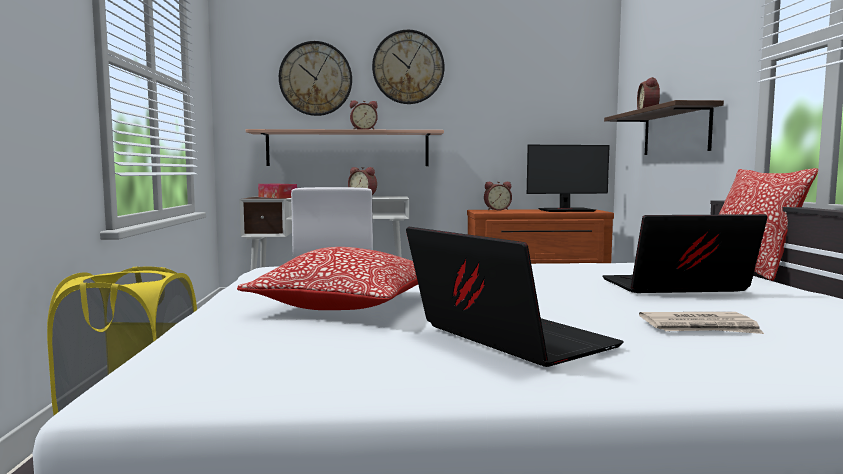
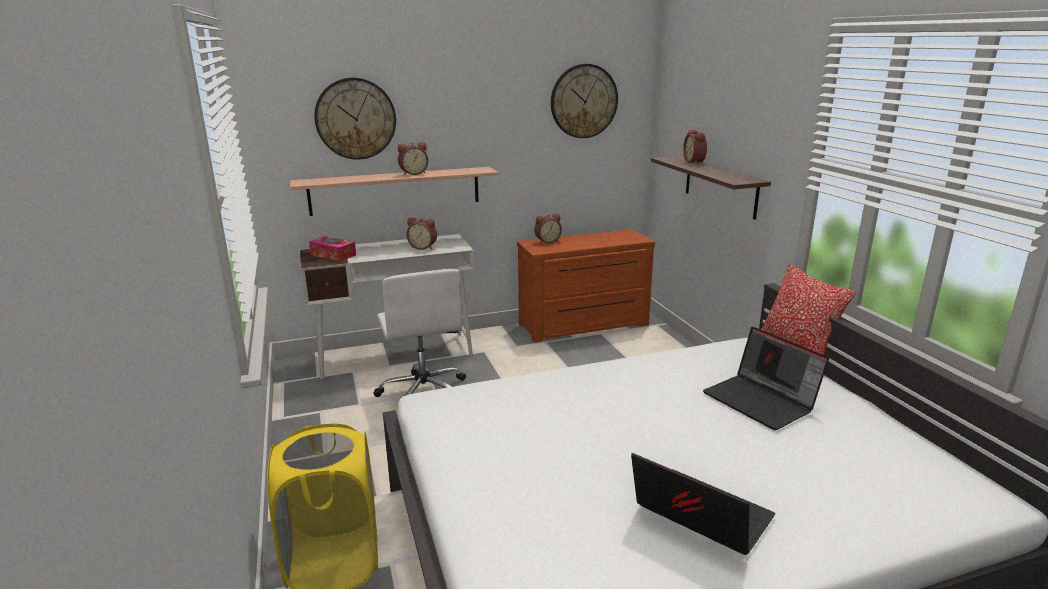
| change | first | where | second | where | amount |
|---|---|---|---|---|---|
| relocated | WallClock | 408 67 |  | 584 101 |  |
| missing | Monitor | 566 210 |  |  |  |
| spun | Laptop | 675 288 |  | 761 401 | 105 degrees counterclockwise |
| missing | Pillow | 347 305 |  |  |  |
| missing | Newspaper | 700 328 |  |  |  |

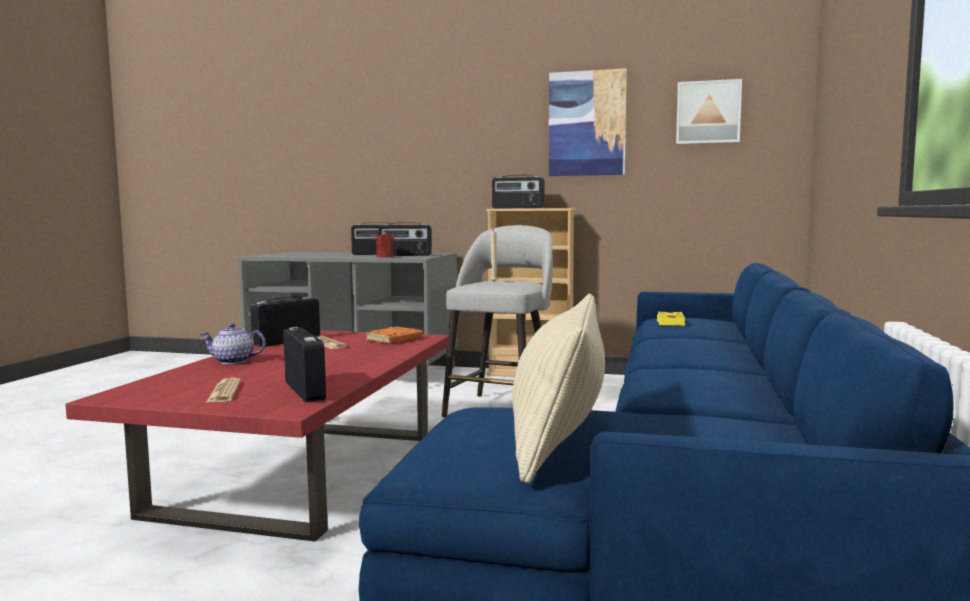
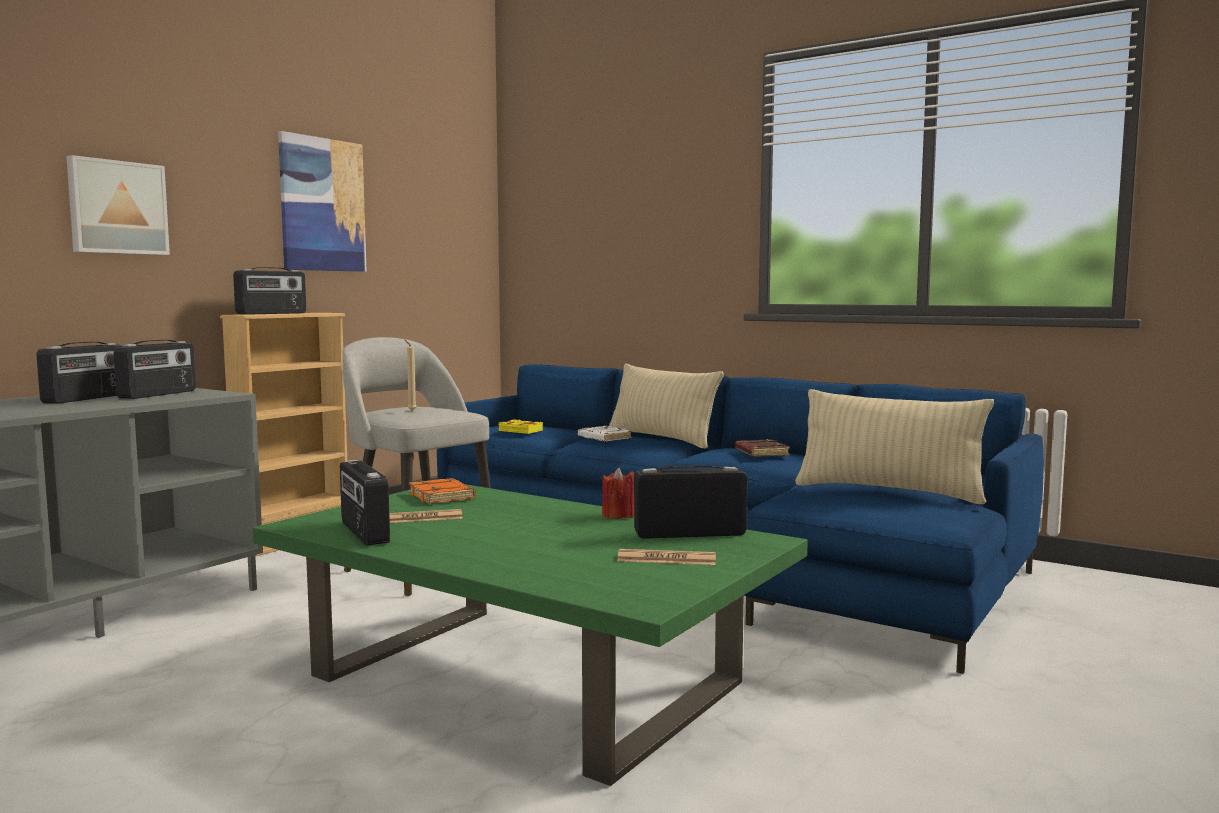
| change | first | where | second | where | amount |
|---|---|---|---|---|---|
| relocated | Picture | 708 112 |  | 117 207 |  |
| relocated | RedCandle | 385 257 |  | 618 515 |  |
| missing | Teapot | 233 361 |  |  |  |
| colour | RedCoffeeTable | 303 472 | GreenCoffeeTable | 529 678 |  |
| appeared |  |  | BeigePillow | 661 439 |  |
| appeared |  |  | WhiteBook | 603 438 |  |
| appeared |  |  | BrownBook | 760 453 |  |

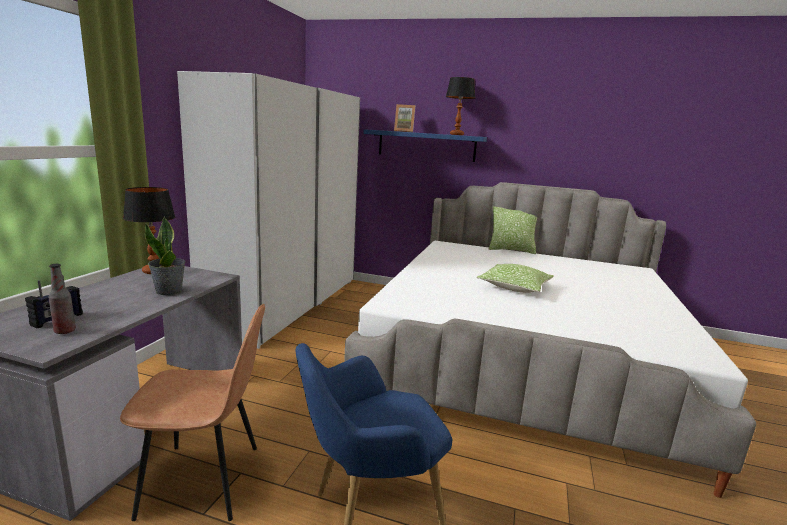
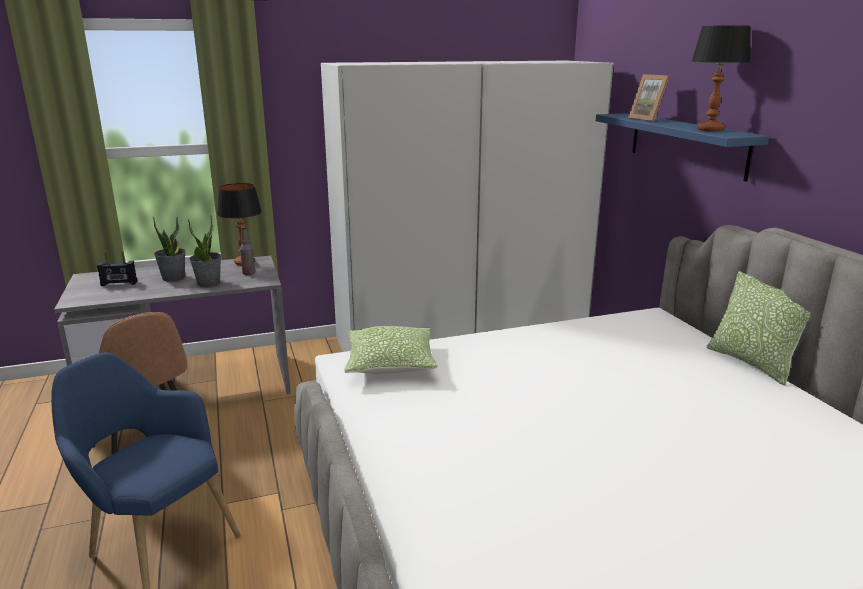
| change | first | where | second | where | amount |
|---|---|---|---|---|---|
| relocated | Bottle | 65 331 |  | 249 273 |  |
| relocated | Pillow | 514 287 |  | 390 363 |  |
| appeared |  |  | PottedPlant | 173 277 |  |

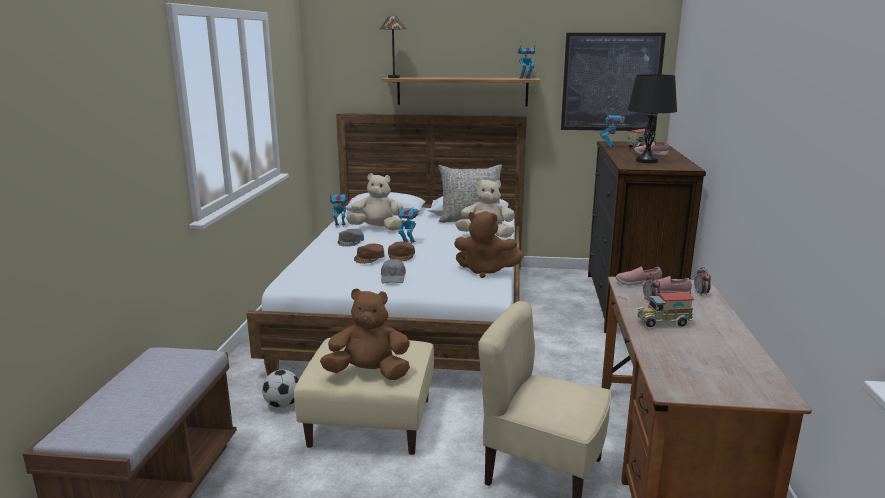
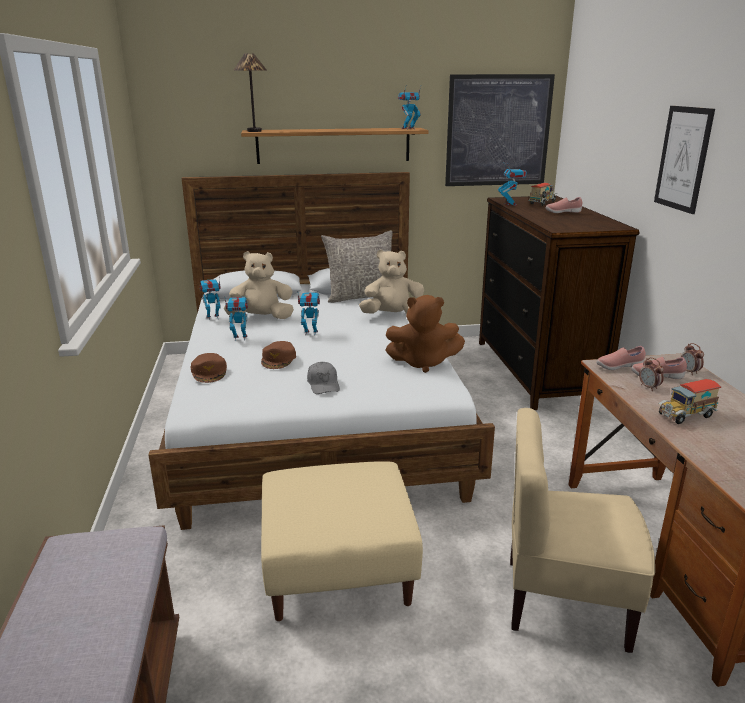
| change | first | where | second | where | amount |
|---|---|---|---|---|---|
| missing | BlackTableLamp | 646 161 |  |  |  |
| exchanged | GreyCap | 351 241 | ToyRobot | 240 338 |  |
| relocated | BrownCap | 401 255 |  | 209 372 |  |
| missing | BrownPlushToy | 369 373 |  |  |  |
| missing | Football | 283 404 |  |  |  |
| appeared |  |  | Picture | 683 158 |  |

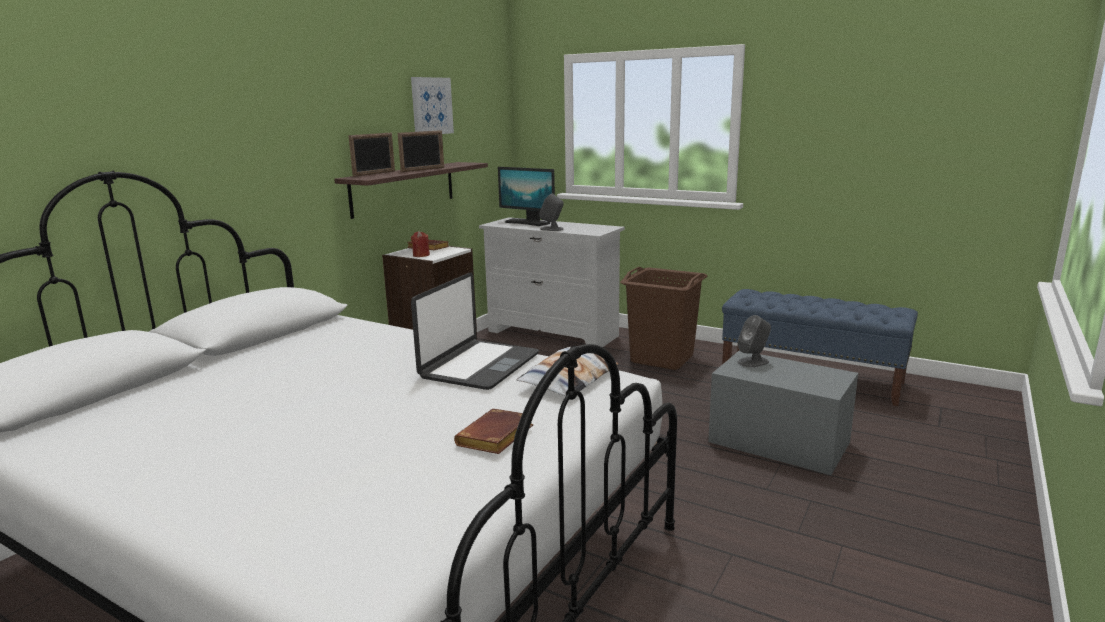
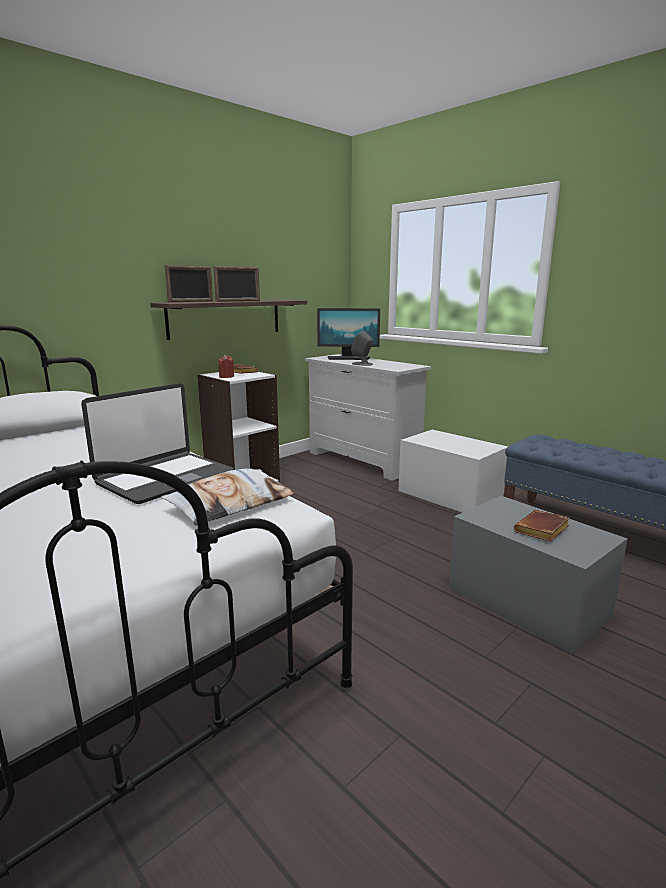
| change | first | where | second | where | amount |
|---|---|---|---|---|---|
| missing | Picture | 431 106 |  |  |  |
| spun | Monitor | 528 222 |  | 348 358 | 45 degrees counterclockwise |
| exchanged | BrownLaundryBasket | 662 359 | WhiteStorageBox | 450 495 |  |
| missing | GreySpeaker | 753 362 |  |  |  |
| relocated | BrownBook | 496 439 |  | 542 531 |  |

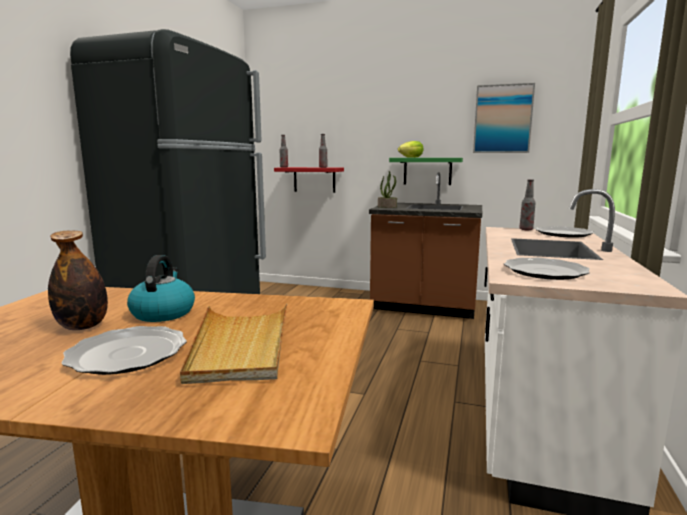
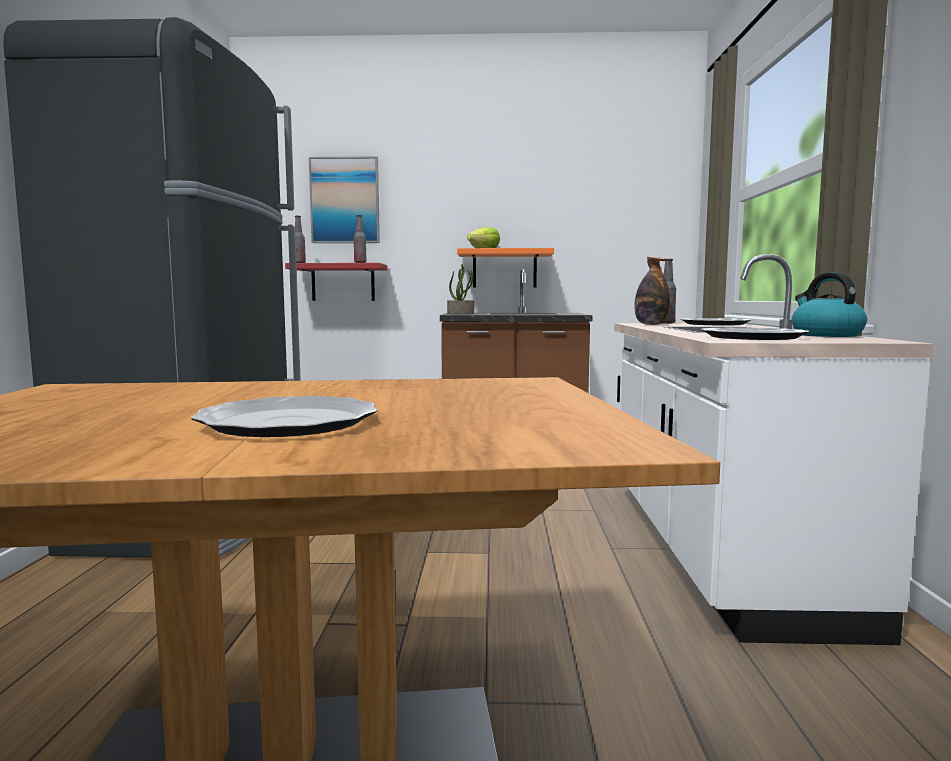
| change | first | where | second | where | amount |
|---|---|---|---|---|---|
| relocated | Picture | 502 119 |  | 345 200 |  |
| colour | GreenShelf | 427 171 | OrangeShelf | 504 269 |  |
| relocated | Bottle | 83 326 |  | 651 324 |  |
| relocated | Kettle | 163 313 |  | 825 335 |  |
| missing | BeigeTray | 240 345 |  |  |  |

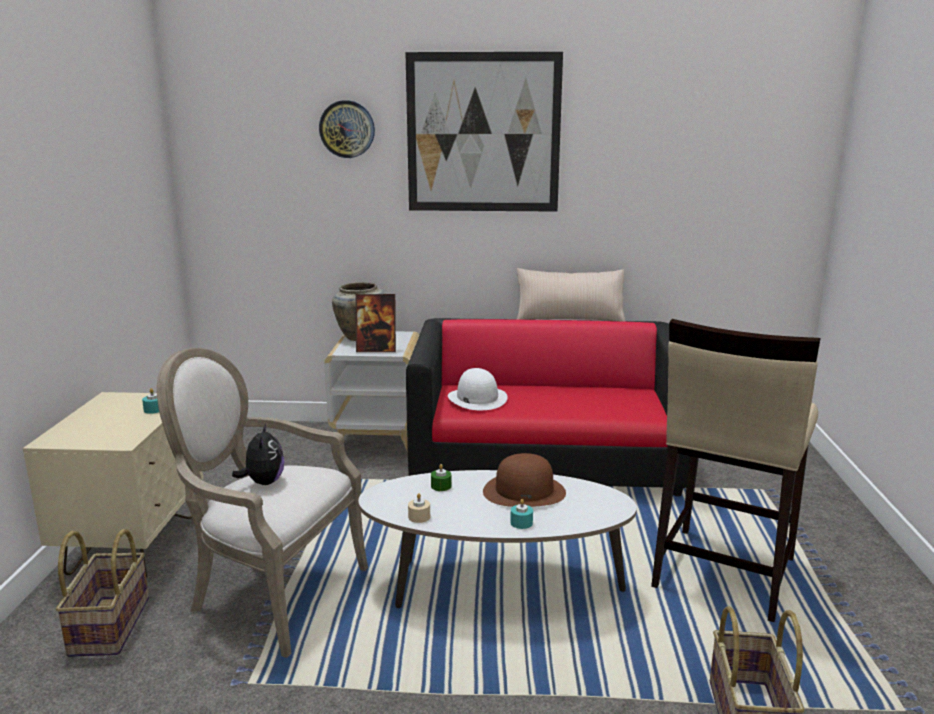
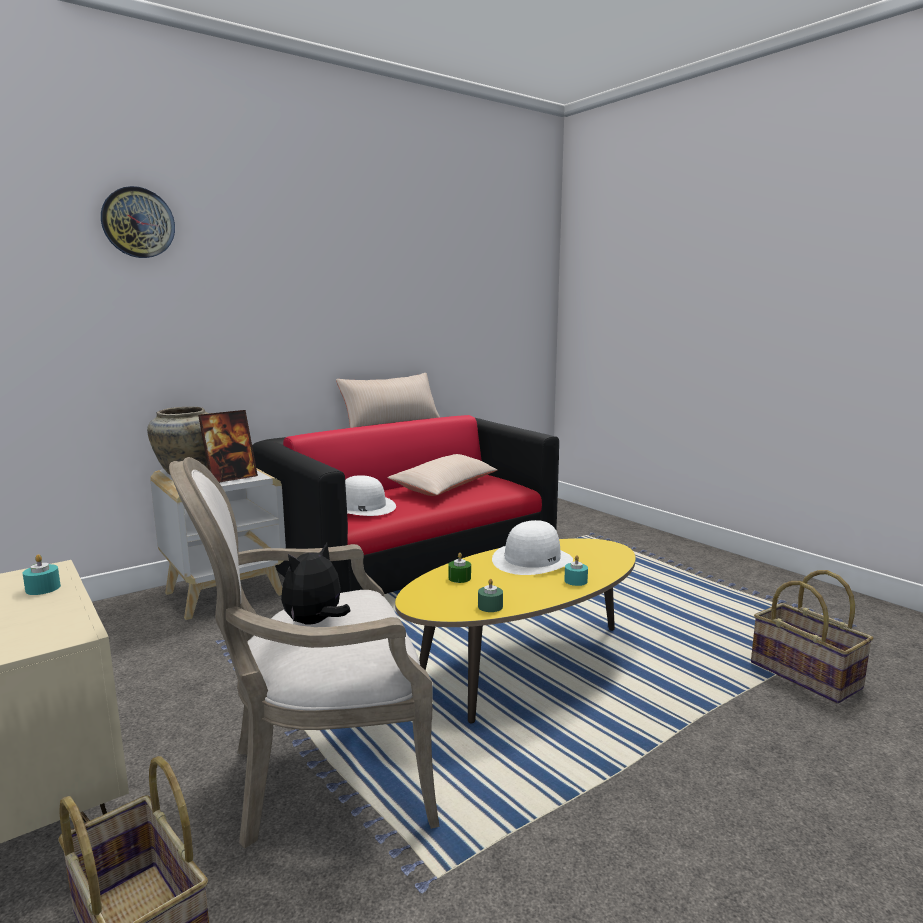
| change | first | where | second | where | amount |
|---|---|---|---|---|---|
| missing | Picture | 483 133 |  |  |  |
| missing | BeigeStool | 722 573 |  |  |  |
| spun | PlushToy | 263 482 |  | 315 623 | 90 degrees counterclockwise |
| colour | BrownHat | 524 491 | WhiteHat | 532 560 |  |
| colour | WhiteCoffeeTable | 495 586 | YellowCoffeeTable | 522 667 |  |
| colour | BeigeCandle | 419 517 | GreenCandle | 490 606 |  |
| appeared |  |  | BeigePillow | 445 487 |  |

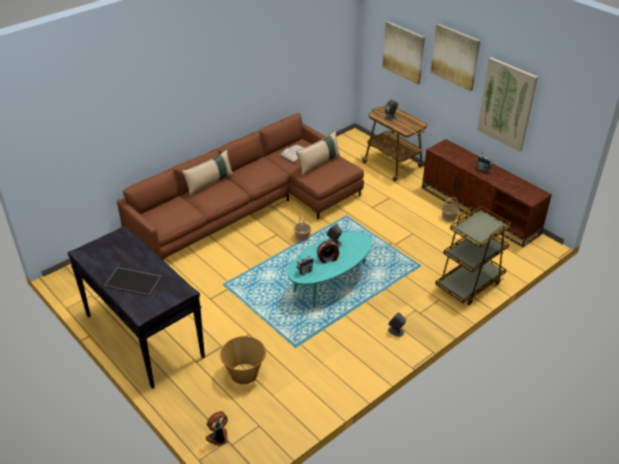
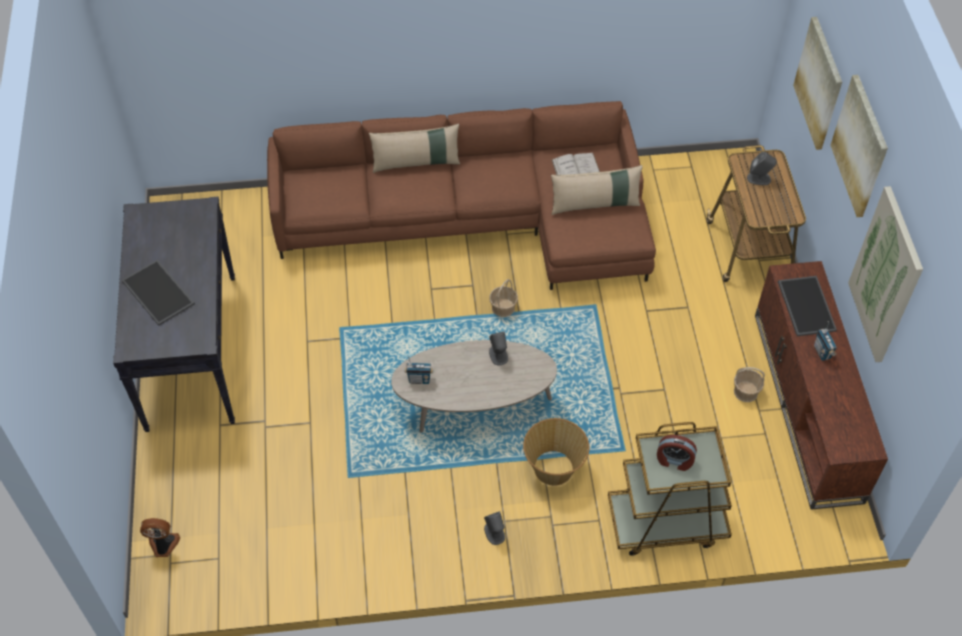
| change | first | where | second | where | amount |
|---|---|---|---|---|---|
| colour | TurquoiseCoffeeTable | 330 283 | BeigeCoffeeTable | 474 406 |  |
| relocated | AlarmClock | 328 259 |  | 674 461 |  |
| relocated | Basket | 244 374 |  | 554 469 |  |
| appeared |  |  | Tray | 805 305 |  |

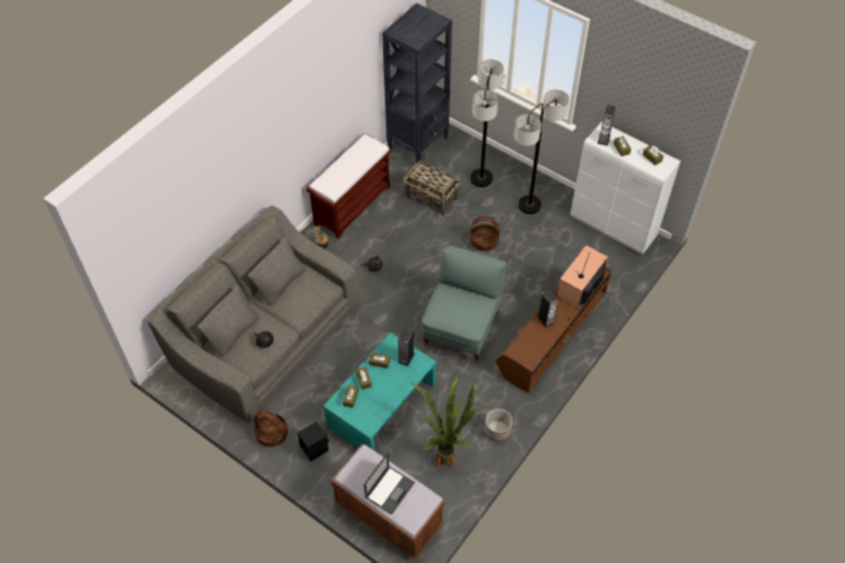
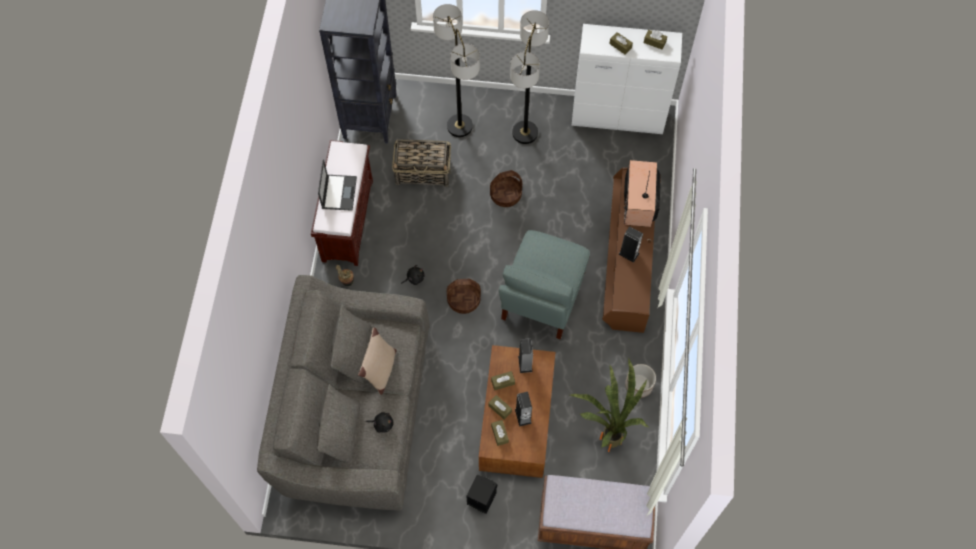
| change | first | where | second | where | amount |
|---|---|---|---|---|---|
| relocated | Speaker | 603 139 |  | 523 416 |  |
| spun | GreyArmchair | 462 328 |  | 542 298 | 150 degrees counterclockwise |
| colour | TurquoiseCoffeeTable | 381 404 | BrownCoffeeTable | 516 418 |  |
| relocated | Basket | 272 433 |  | 464 300 |  |
| relocated | Laptop | 390 489 |  | 339 192 |  |
| appeared |  |  | BeigePillow | 380 371 |  |

